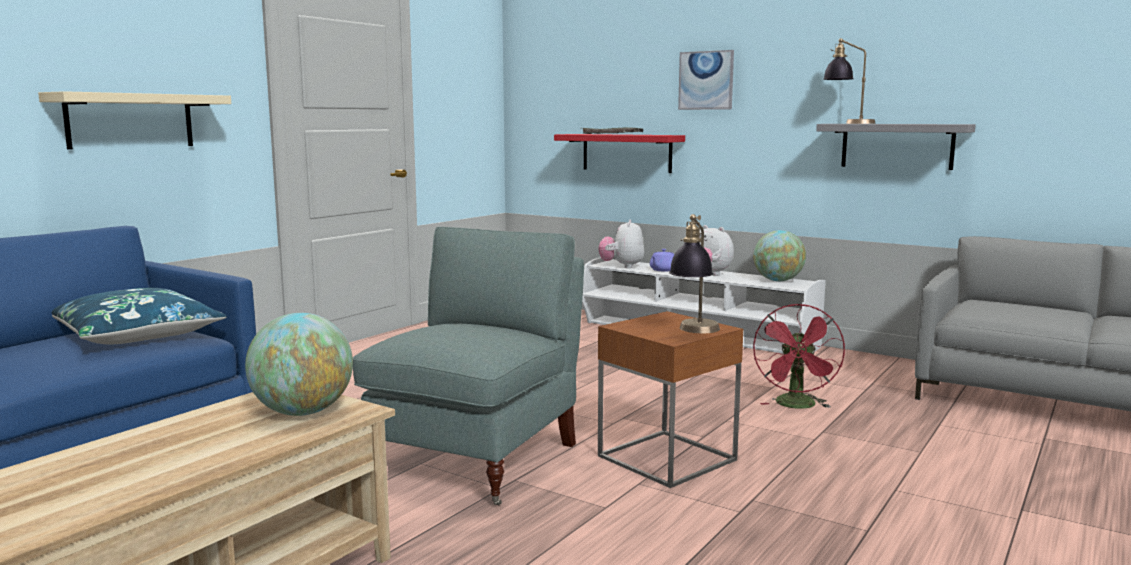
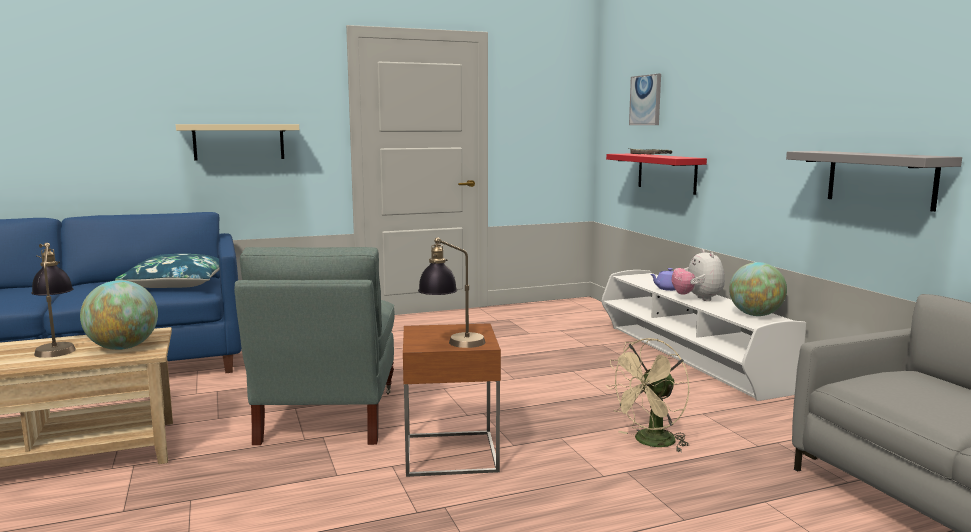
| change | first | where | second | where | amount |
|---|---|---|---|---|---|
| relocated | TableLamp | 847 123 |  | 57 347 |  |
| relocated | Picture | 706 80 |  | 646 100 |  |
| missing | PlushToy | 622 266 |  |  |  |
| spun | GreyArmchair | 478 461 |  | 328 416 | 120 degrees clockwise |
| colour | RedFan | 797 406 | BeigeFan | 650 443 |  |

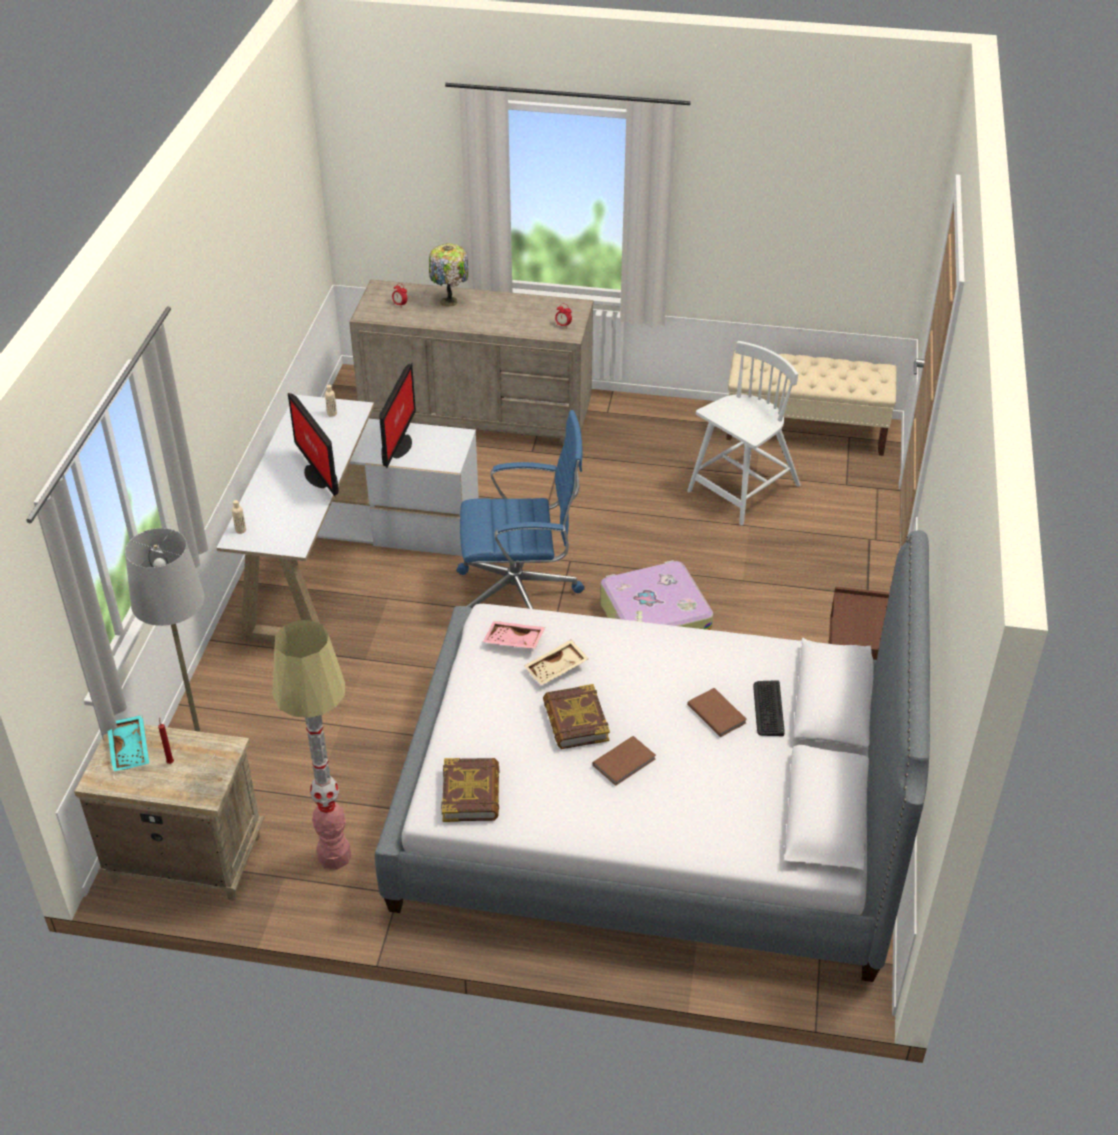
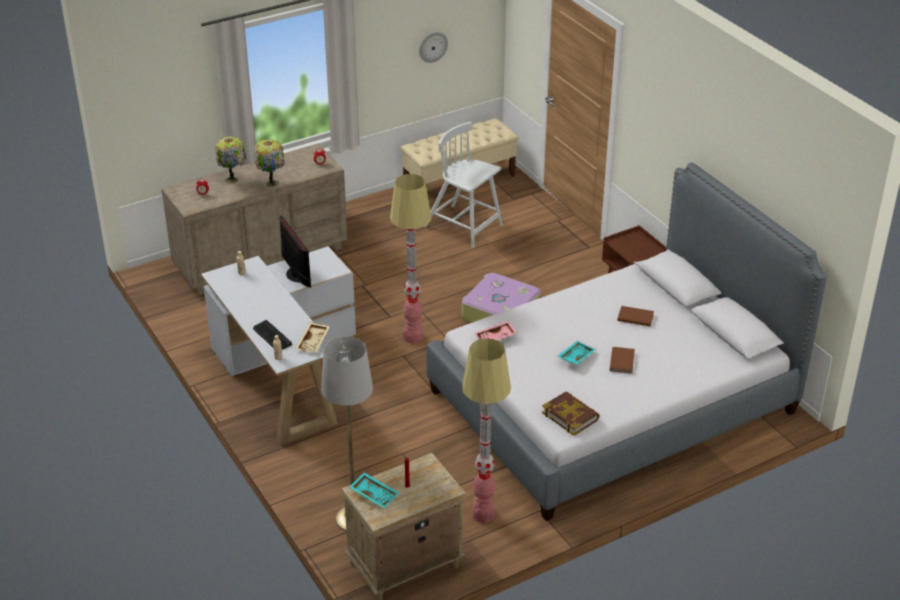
| change | first | where | second | where | amount |
|---|---|---|---|---|---|
| spun | WhiteChair | 742 490 |  | 464 227 | 60 degrees counterclockwise |
| missing | Monitor | 318 475 |  |  |  |
| exchanged | BlueOfficeChair | 521 594 | FloorLamp | 413 337 |  |
| relocated | BeigeTray | 557 669 |  | 313 342 |  |
| relocated | Keyboard | 768 709 |  | 272 336 |  |
| exchanged | Book | 575 721 | TurquoiseTray | 575 357 |  |
| appeared |  |  | WallClock | 432 46 |  |
| appeared |  |  | TableLamp | 271 182 |  |

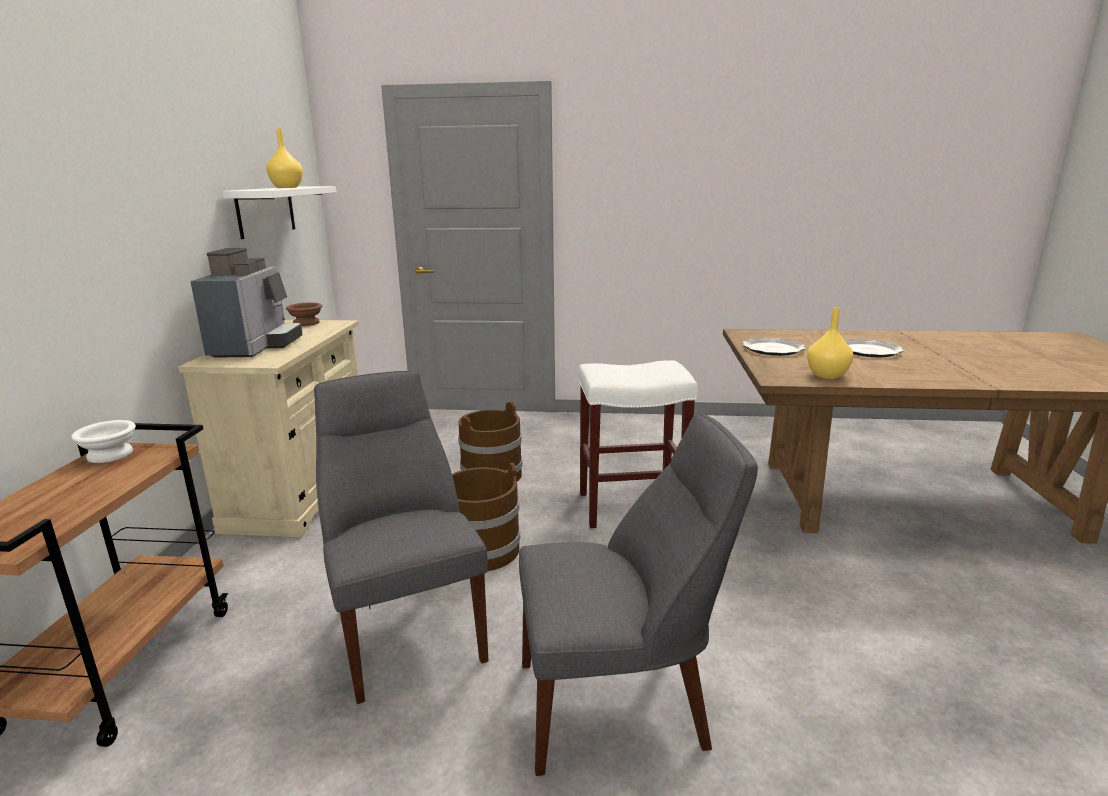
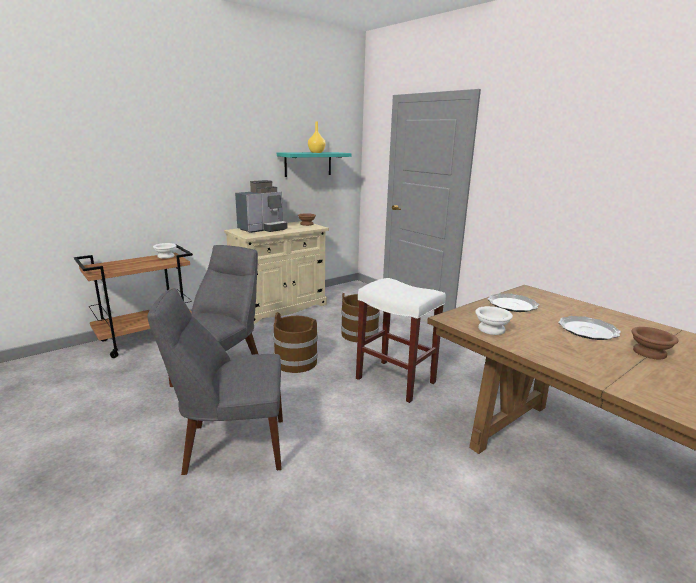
| change | first | where | second | where | amount |
|---|---|---|---|---|---|
| colour | WhiteShelf | 266 211 | TurquoiseShelf | 308 164 |  |
| exchanged | YellowVase | 826 375 | WhiteBowl | 490 329 |  |
| spun | GreyChair | 620 704 |  | 230 446 | 135 degrees clockwise |
| appeared |  |  | BrownBowl | 650 352 |  |

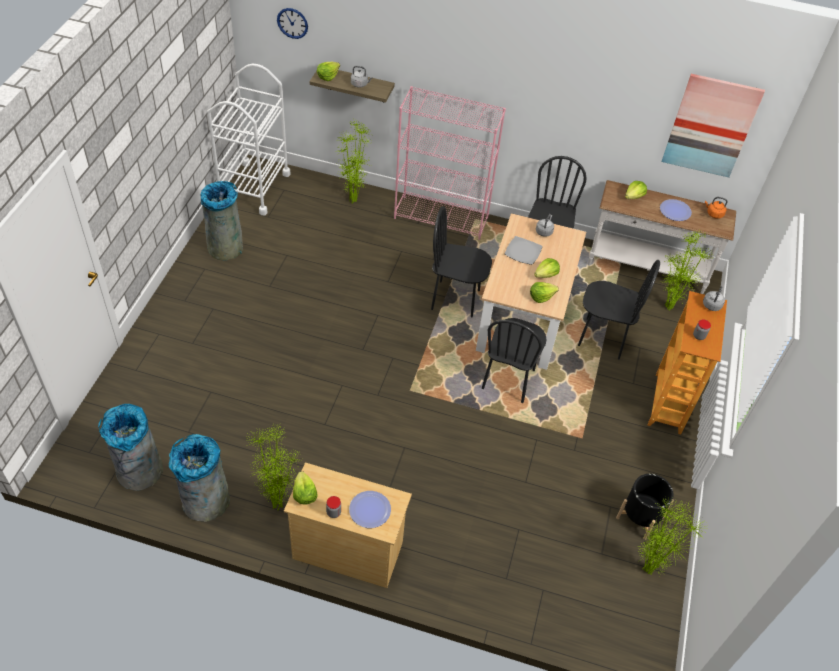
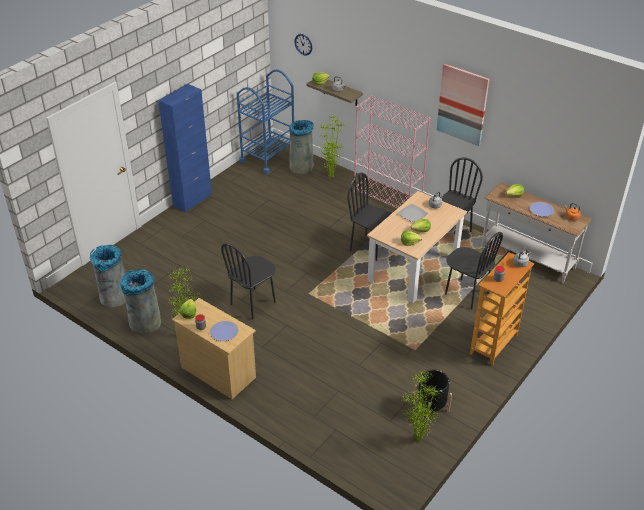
| change | first | where | second | where | amount |
|---|---|---|---|---|---|
| colour | WhiteCart | 254 188 | BlueCart | 268 157 |  |
| relocated | Picture | 710 126 |  | 462 104 |  |
| relocated | GreyTrashCan | 225 246 |  | 301 166 |  |
| missing | PottedPlant | 668 308 |  |  |  |
| relocated | BlackChair | 508 379 |  | 253 303 |  |
| appeared |  |  | BlueCabinet | 192 200 |  |

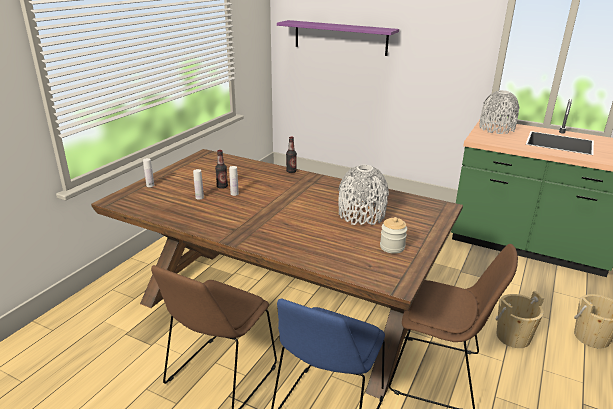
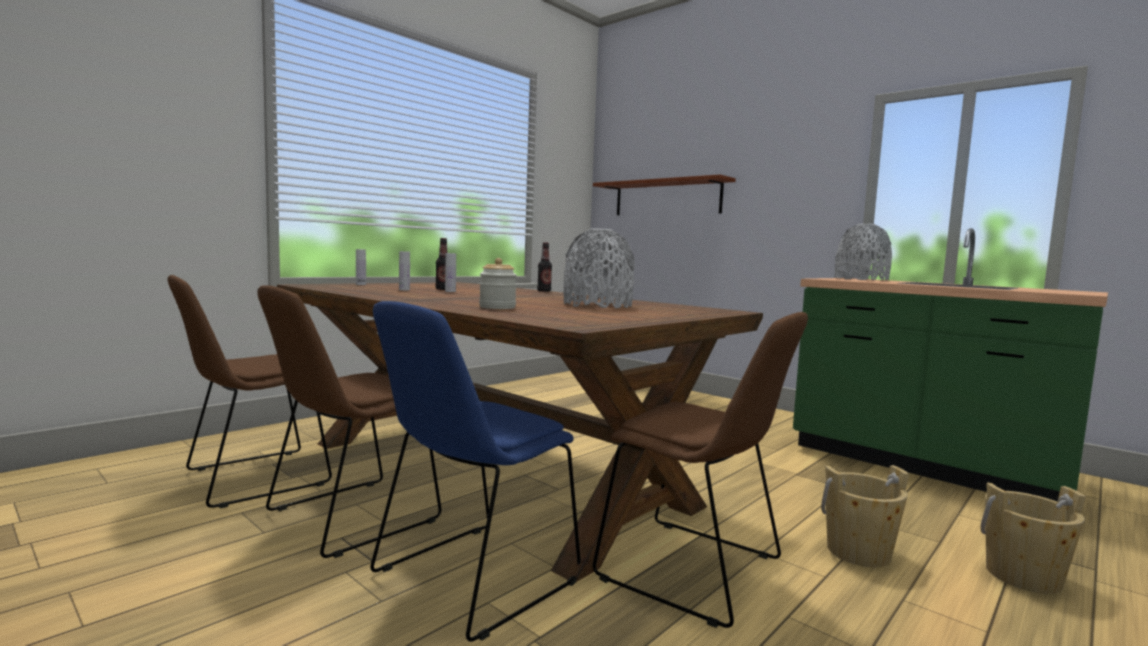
| change | first | where | second | where | amount |
|---|---|---|---|---|---|
| colour | PurpleShelf | 340 37 | BrownShelf | 666 198 |  |
| relocated | Jar | 392 247 |  | 497 307 |  |
| appeared |  |  | BrownChair | 251 479 |  |

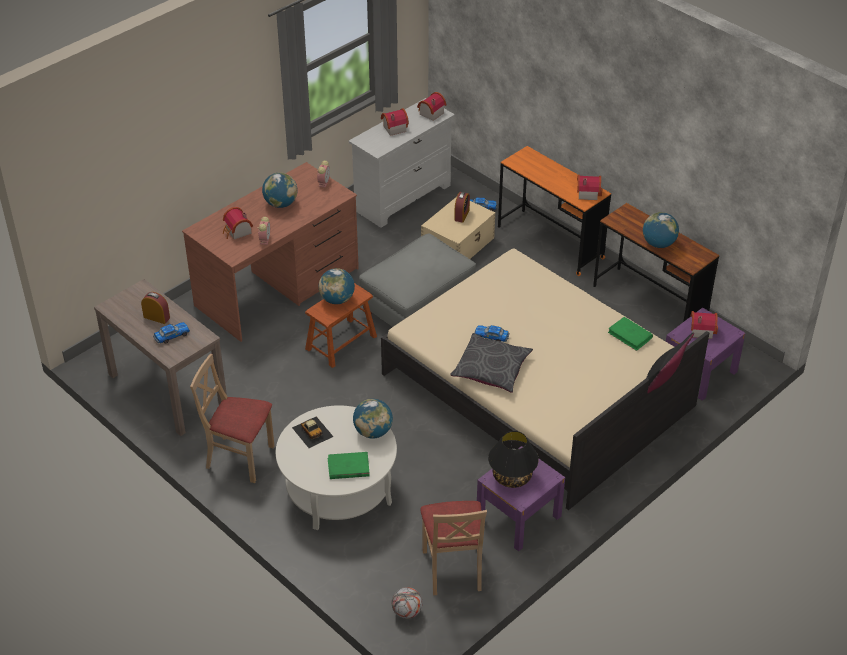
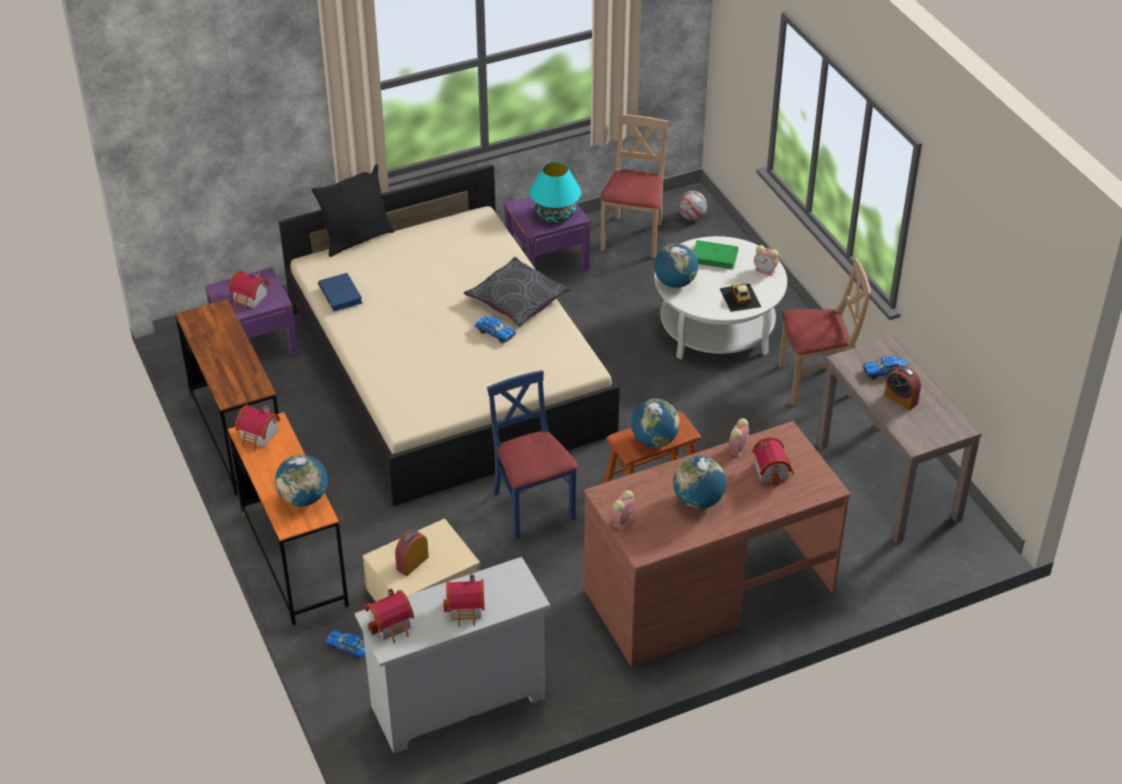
| change | first | where | second | where | amount |
|---|---|---|---|---|---|
| relocated | Globe | 658 244 |  | 304 498 |  |
| exchanged | GreyOttoman | 417 309 | BlueChair | 532 507 |  |
| colour | GreenBook | 630 335 | BlueBook | 340 294 |  |
| spun | BeigeChair | 240 458 |  | 815 382 | 45 degrees counterclockwise |
| colour | BlackTableLamp | 511 476 | TurquoiseTableLamp | 555 215 |  |
| appeared |  |  | AlarmClock | 766 271 |  |

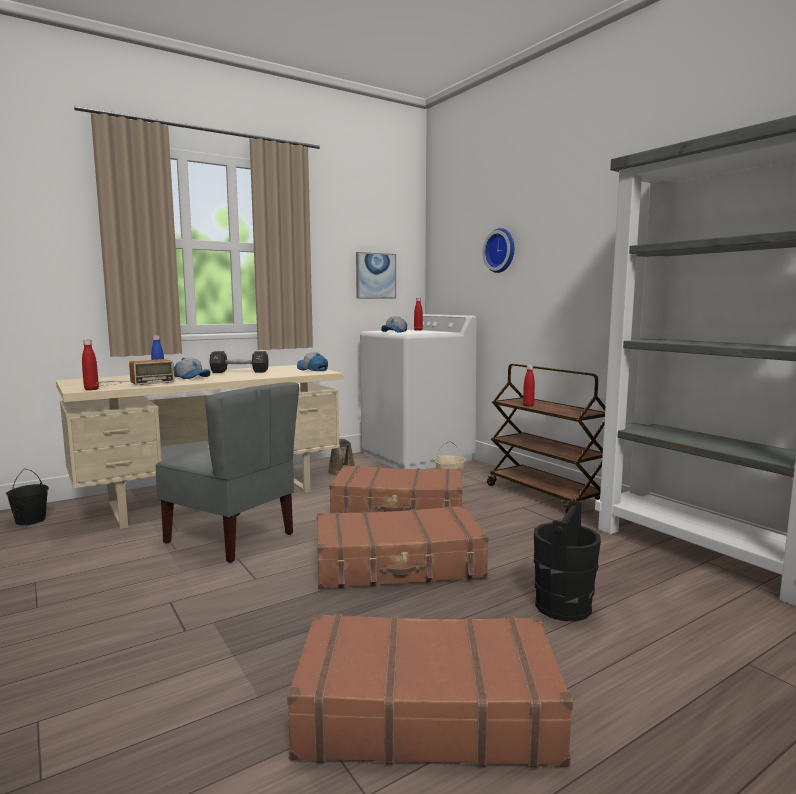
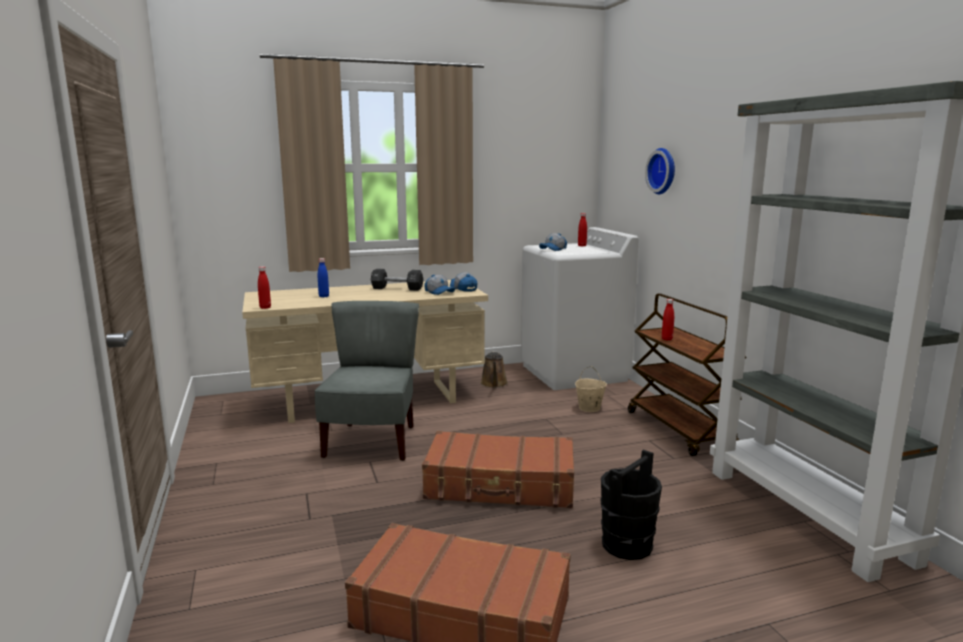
| change | first | where | second | where | amount |
|---|---|---|---|---|---|
| missing | Picture | 375 276 |  |  |  |
| relocated | Cap | 192 377 |  | 440 292 |  |
| missing | Radio | 128 383 |  |  |  |
| spun | GreyChair | 232 537 |  | 372 441 | 135 degrees counterclockwise |
| missing | BrownSuitcase | 398 509 |  |  |  |
| missing | BlackBucket | 30 520 |  |  |  |

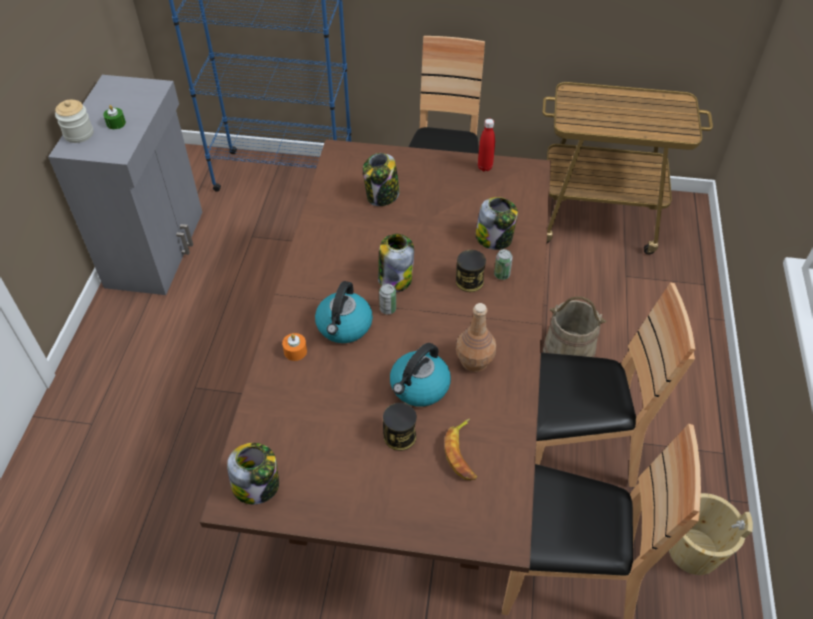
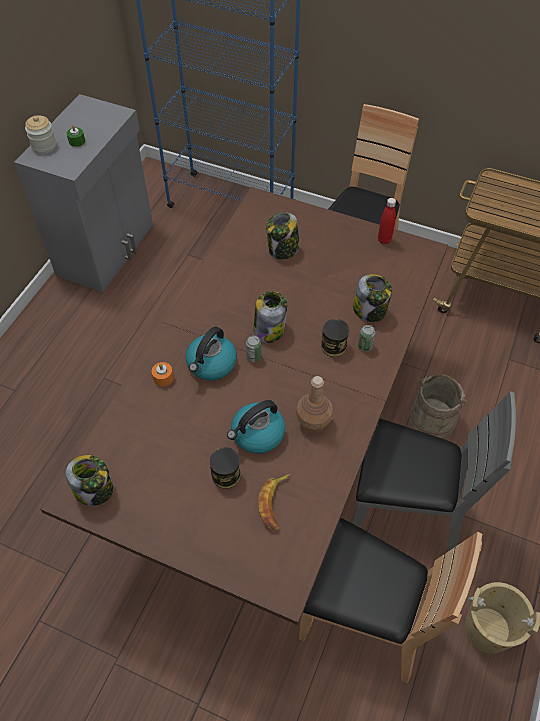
| change | first | where | second | where | amount |
|---|---|---|---|---|---|
| colour | BrownChair | 570 453 | GreyChair | 404 512 |  |

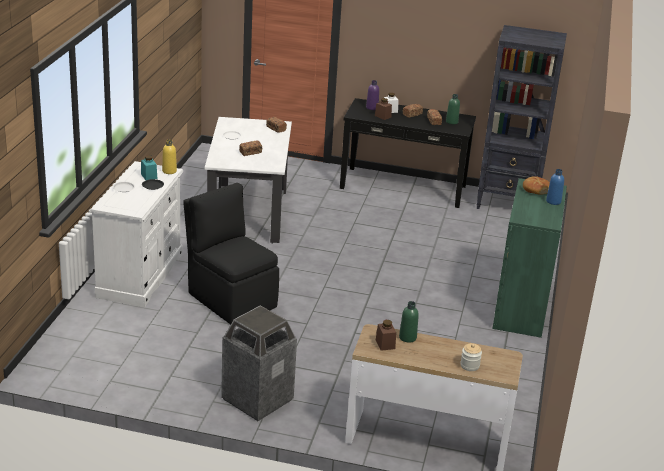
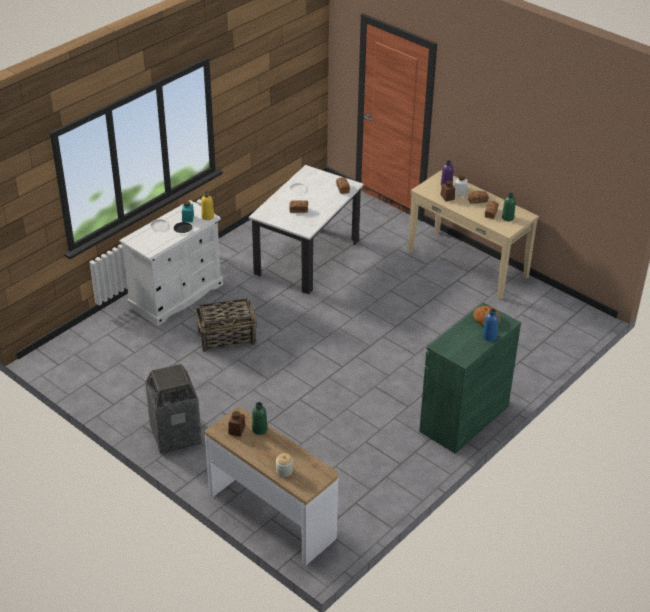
| change | first | where | second | where | amount |
|---|---|---|---|---|---|
| missing | BlackBookcase | 508 203 |  |  |  |
| colour | BlackConsoleTable | 403 187 | BeigeConsoleTable | 467 263 |  |
| exchanged | BlackChair | 231 299 | Basket | 227 338 |  |

